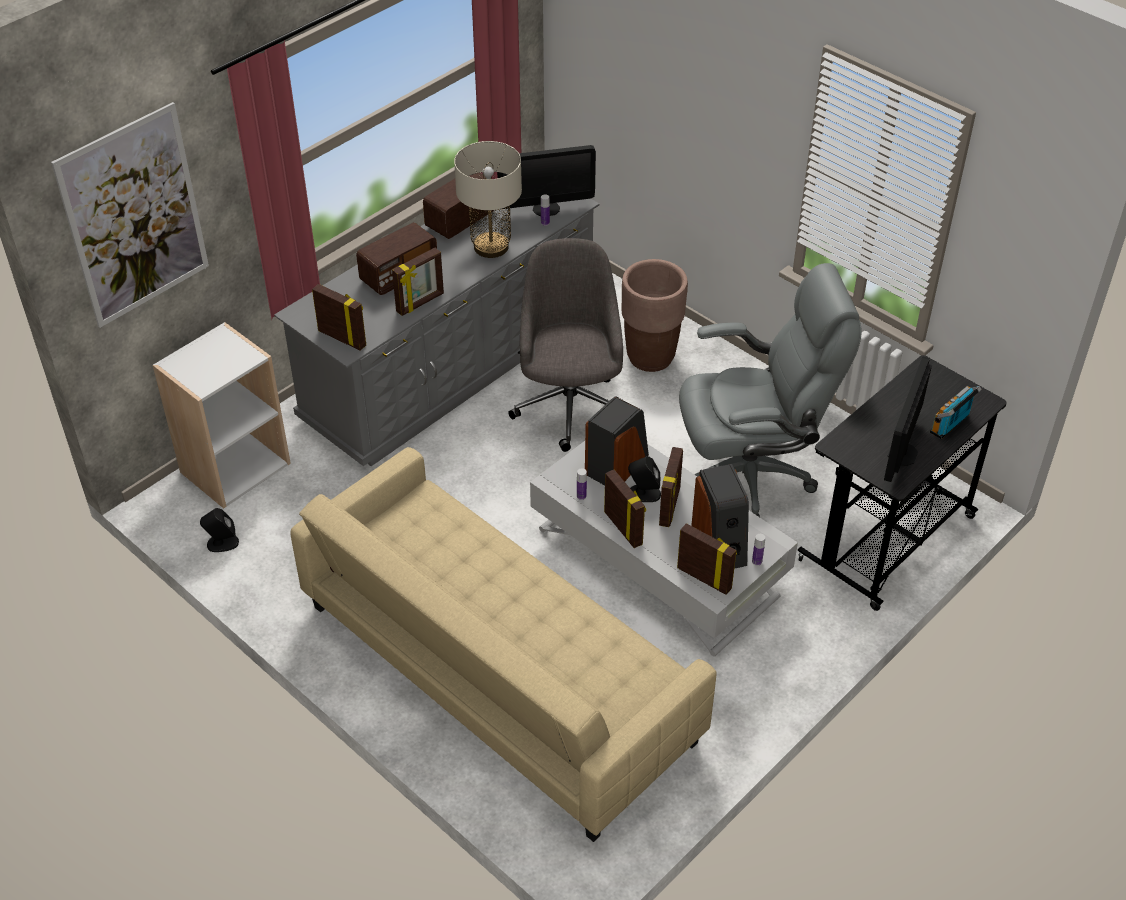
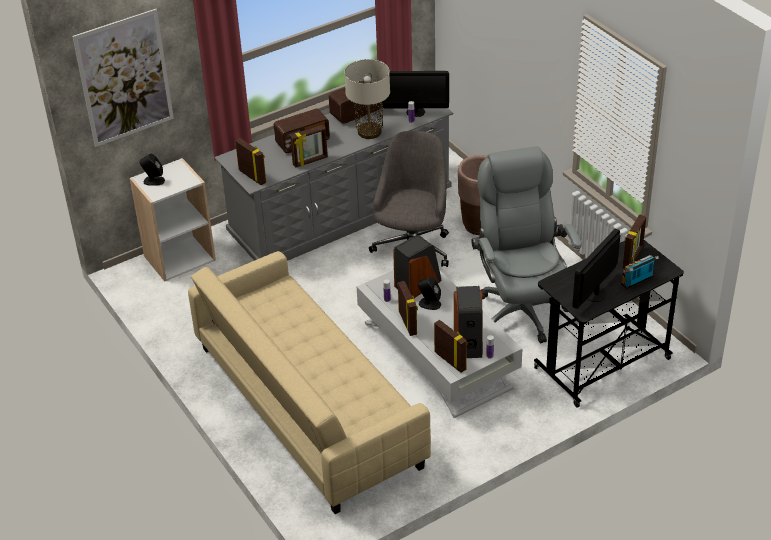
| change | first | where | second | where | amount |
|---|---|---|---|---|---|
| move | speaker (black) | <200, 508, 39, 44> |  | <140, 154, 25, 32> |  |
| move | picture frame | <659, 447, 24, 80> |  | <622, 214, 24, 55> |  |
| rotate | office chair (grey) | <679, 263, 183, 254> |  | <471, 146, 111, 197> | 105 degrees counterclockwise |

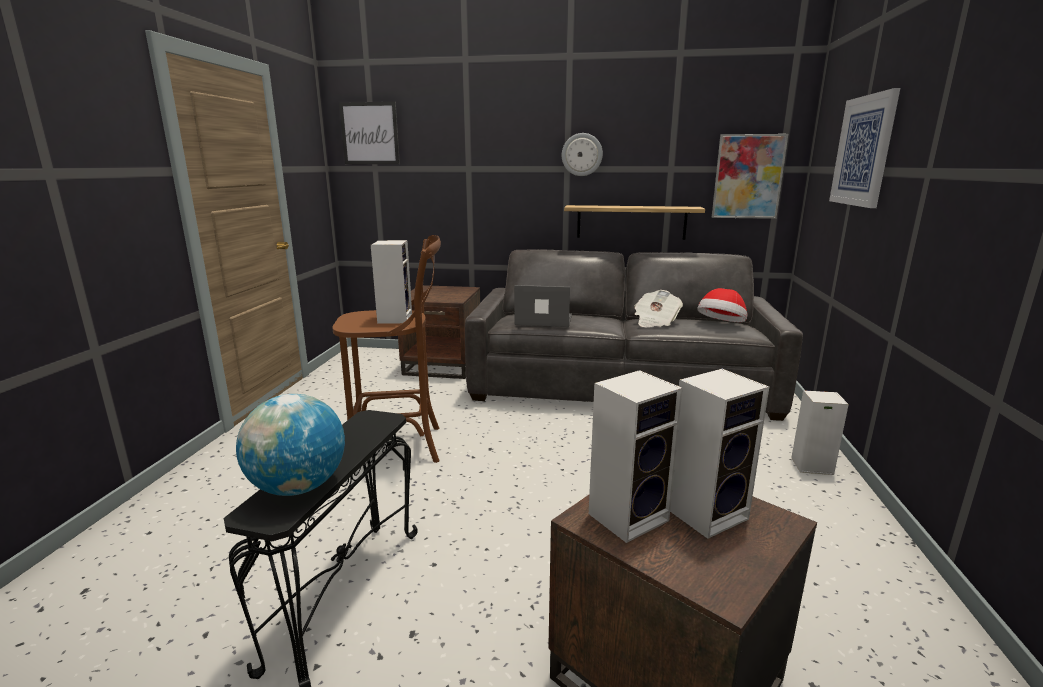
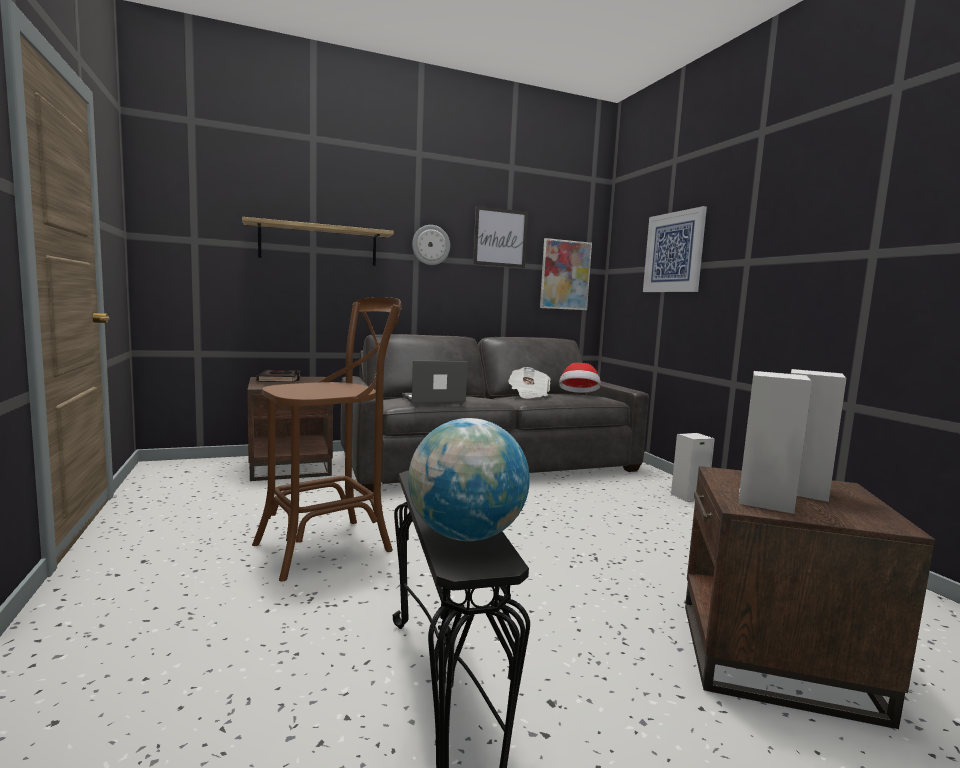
| change | first | where | second | where | amount |
|---|---|---|---|---|---|
| delete | speaker | <371, 240, 41, 84> |  |  |  |
| insert |  |  | book (black) | <256, 370, 45, 13> |  |
| move | picture | <339, 102, 61, 62> |  | <473, 206, 55, 62> |  |
| move | shelf | <564, 205, 141, 35> |  | <242, 217, 152, 49> |  |

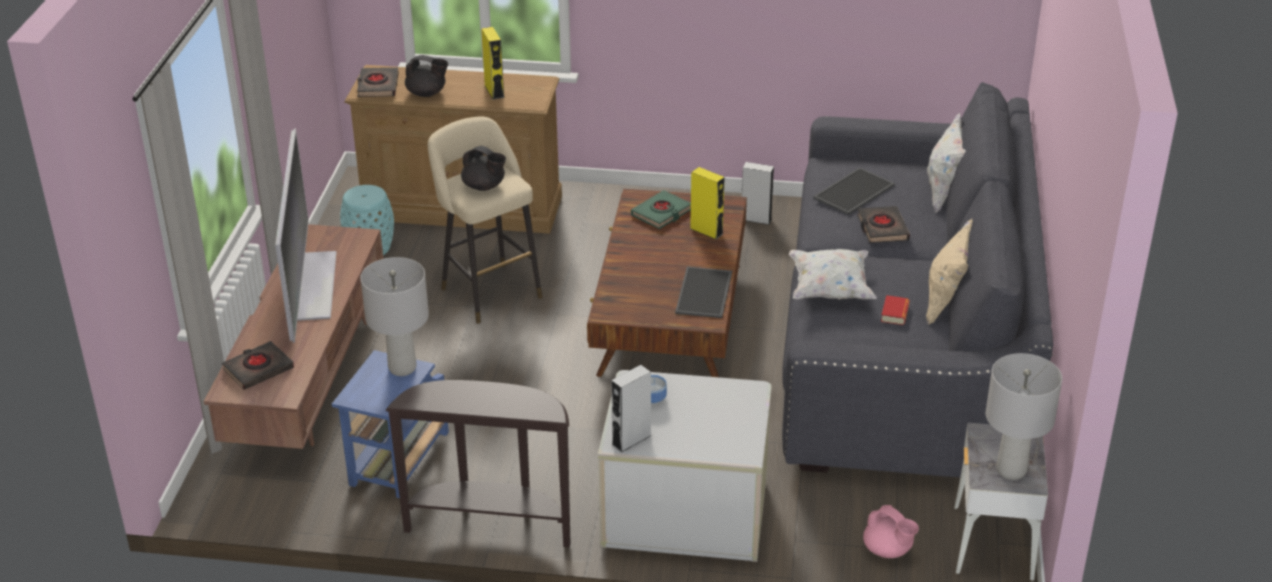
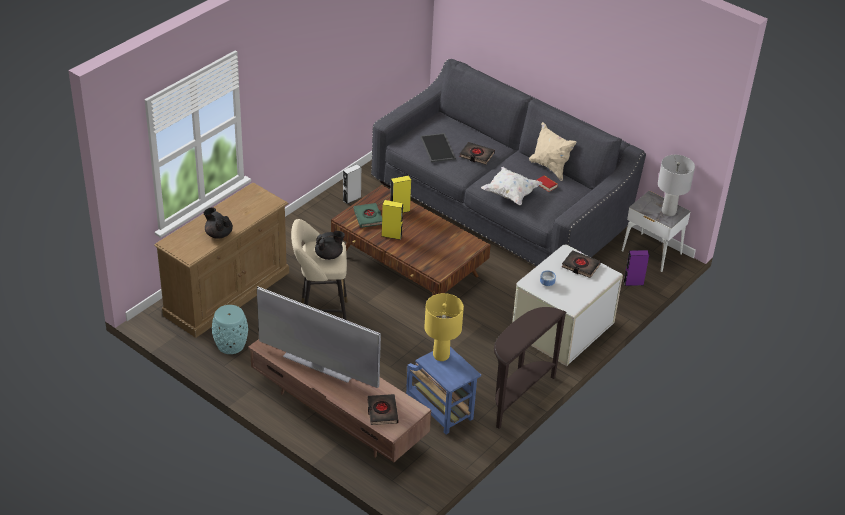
| change | first | where | second | where | amount |
|---|---|---|---|---|---|
| delete | speaker (grey) | <611, 365, 41, 87> |  |  |  |
| delete | tray | <675, 267, 57, 51> |  |  |  |
| delete | pillow (white) | <927, 113, 39, 100> |  |  |  |
| move | book (black) | <357, 68, 42, 29> |  | <562, 250, 39, 28> |  |
| move | speaker (yellow) | <481, 27, 24, 72> |  | <381, 200, 22, 40> |  |
| replace | teapot (pink) | <863, 505, 56, 53> | speaker (purple) | <624, 250, 25, 36> |  |
| recolor | table lamp (grey) | <360, 257, 69, 119> | table lamp (yellow) | <424, 293, 40, 68> |  |
| rotate | teapot (black) | <405, 55, 43, 42> |  | <204, 207, 29, 32> | 90 degrees counterclockwise |

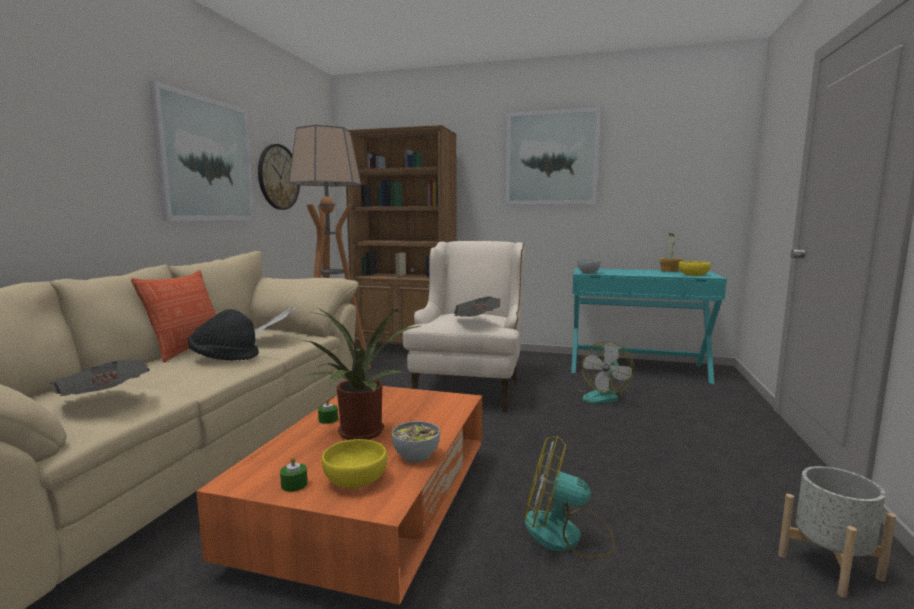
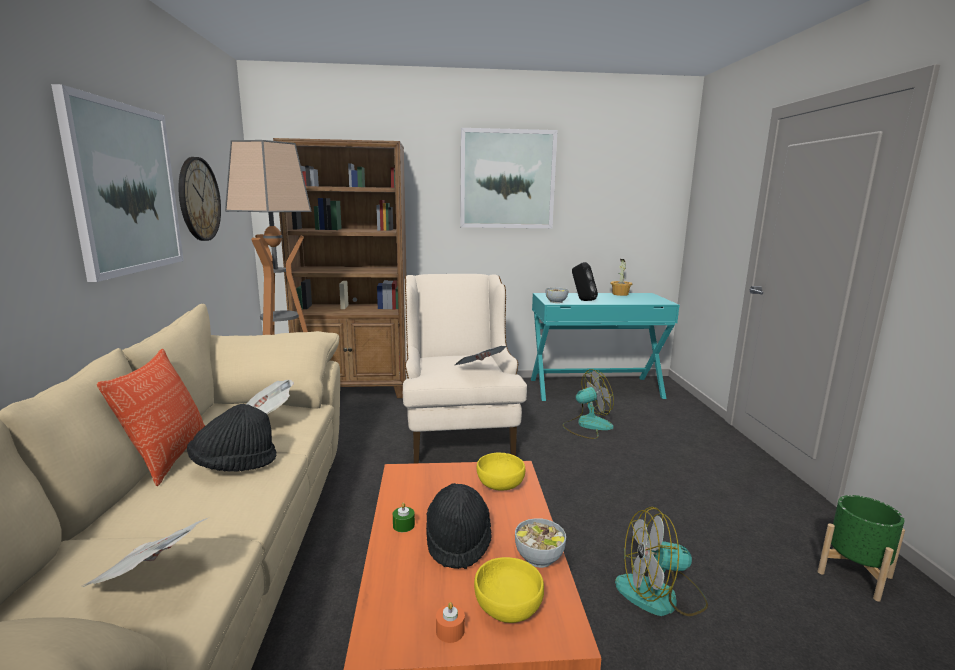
| change | first | where | second | where | amount |
|---|---|---|---|---|---|
| insert |  |  | speaker (black) | <572, 262, 26, 39> |  |
| move | bowl (yellow) | <679, 261, 32, 15> |  | <477, 453, 48, 38> |  |
| replace | potted plant | <303, 308, 117, 132> | hat (black) | <426, 483, 66, 86> |  |
| recolor | candle (green) | <280, 457, 27, 35> | candle (orange) | <436, 602, 29, 41> |  |
| recolor | planter (grey) | <778, 466, 118, 132> | planter (green) | <817, 495, 88, 107> |  |
| rotate | fan | <577, 341, 57, 62> |  | <563, 369, 51, 70> | 120 degrees counterclockwise |

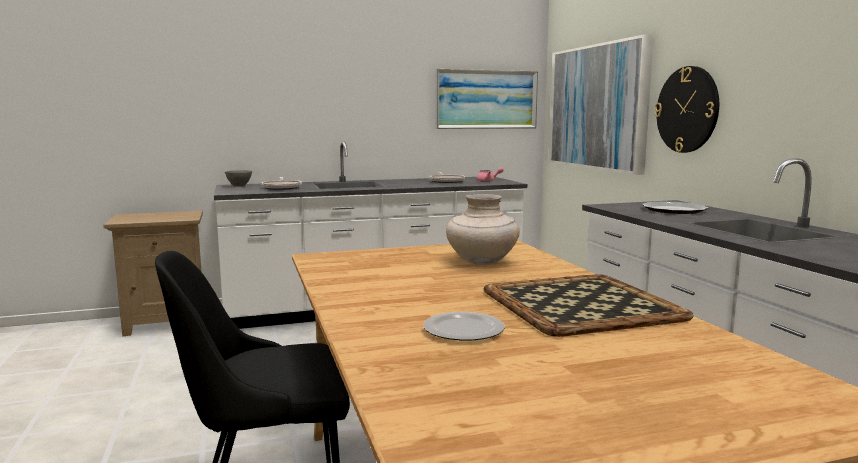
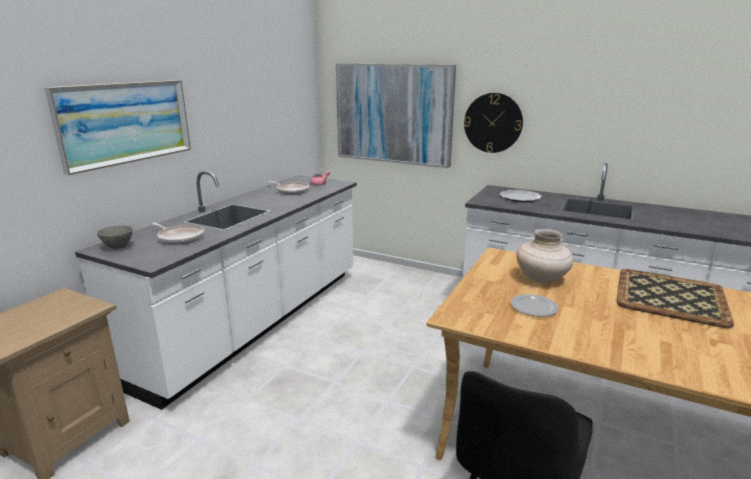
| change | first | where | second | where | amount |
|---|---|---|---|---|---|
| move | plate | <423, 312, 82, 29> |  | <511, 294, 48, 23> |  |
| move | picture | <435, 69, 103, 60> |  | <44, 80, 147, 95> |  |

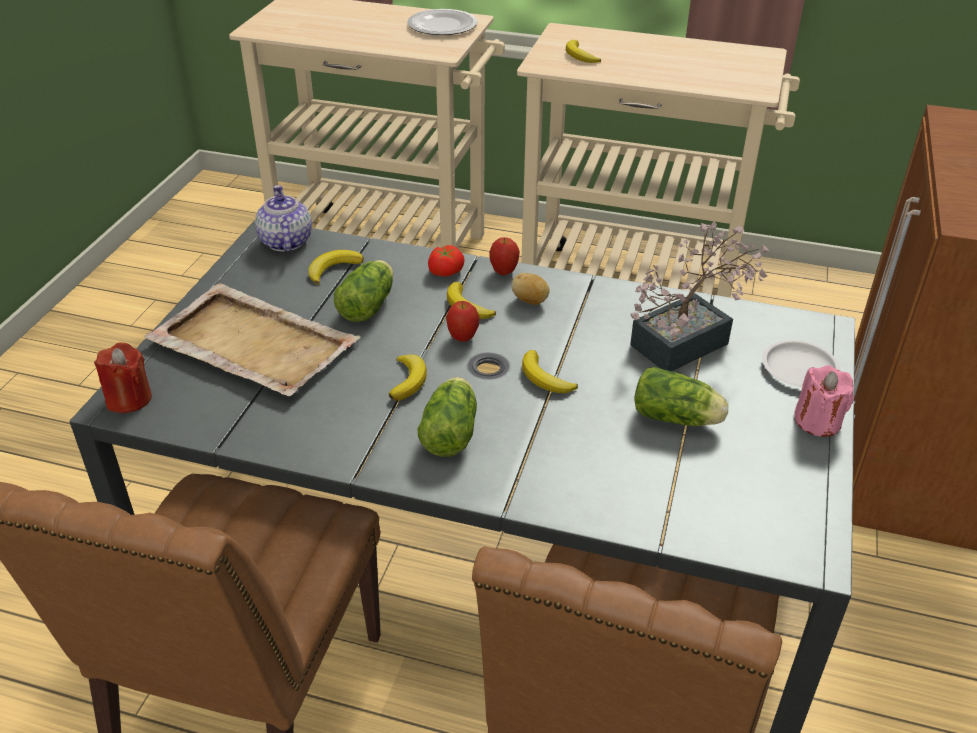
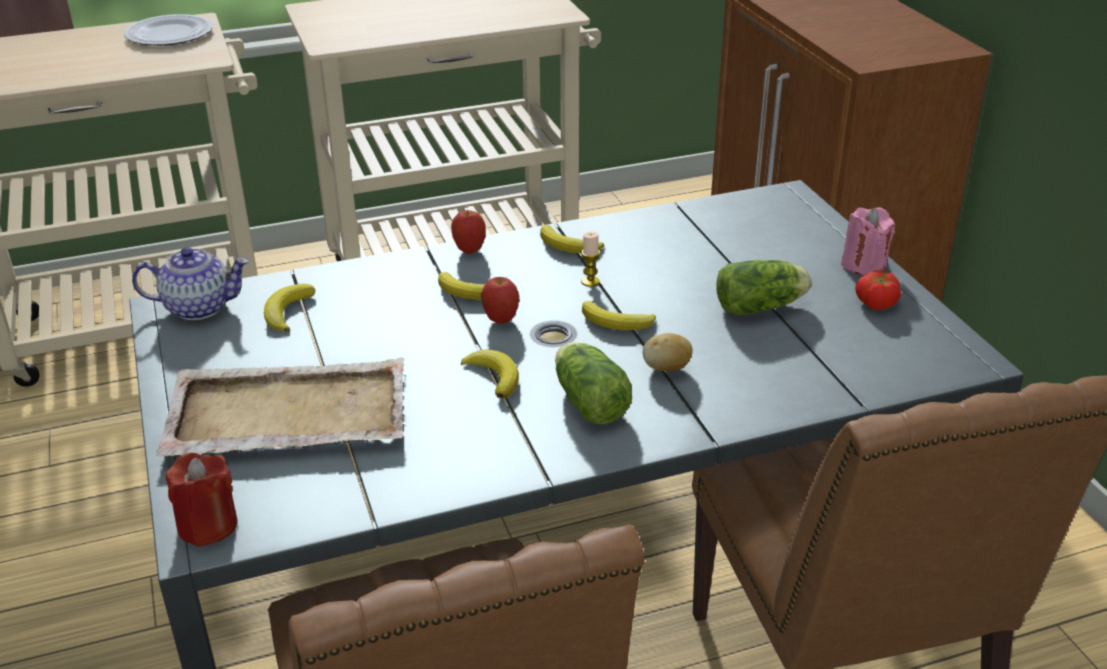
| change | first | where | second | where | amount |
|---|---|---|---|---|---|
| delete | lettuce | <334, 260, 59, 62> |  |  |  |
| delete | potted plant | <630, 222, 139, 149> |  |  |  |
| delete | plate (white) | <762, 340, 78, 47> |  |  |  |
| insert |  |  | candle | <581, 232, 19, 55> |  |
| move | tomato | <428, 245, 37, 32> |  | <855, 270, 46, 40> |  |
| move | potato | <512, 273, 38, 32> |  | <643, 333, 50, 38> |  |
| move | banana | <566, 40, 35, 23> |  | <540, 225, 64, 28> |  |
| rotate | teapot | <255, 185, 57, 67> |  | <132, 247, 118, 73> | 135 degrees clockwise |

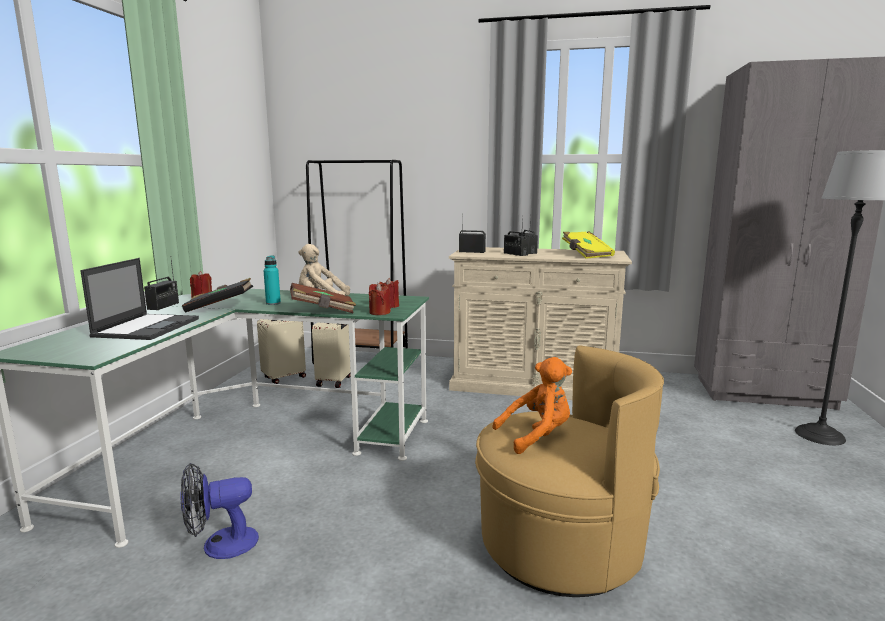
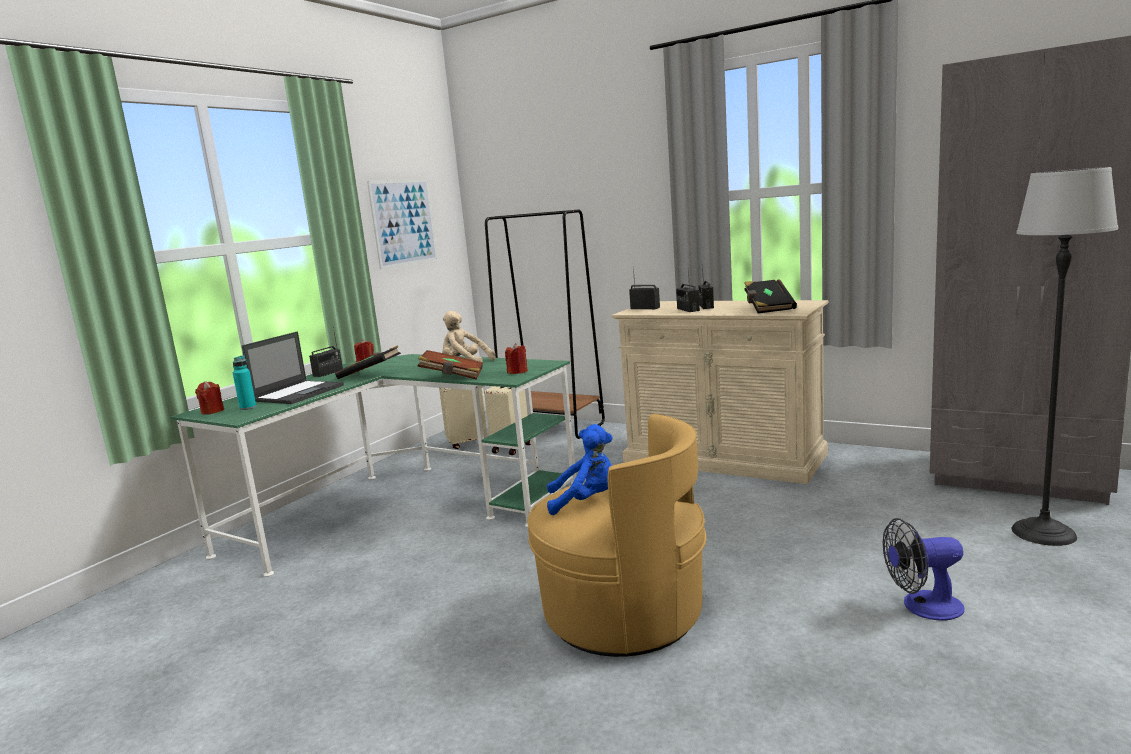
| change | first | where | second | where | amount |
|---|---|---|---|---|---|
| insert |  |  | picture | <367, 179, 71, 90> |  |
| move | fan | <180, 463, 79, 96> |  | <883, 518, 82, 103> |  |
| move | bottle (turquoise) | <263, 255, 18, 50> |  | <233, 355, 23, 55> |  |
| move | candle (red) | <369, 283, 22, 32> |  | <195, 381, 29, 34> |  |
| recolor | plush toy (orange) | <492, 357, 80, 97> | plush toy (blue) | <547, 424, 65, 91> |  |
| recolor | book (yellow) | <562, 232, 53, 27> | book (black) | <744, 279, 53, 34> |  |

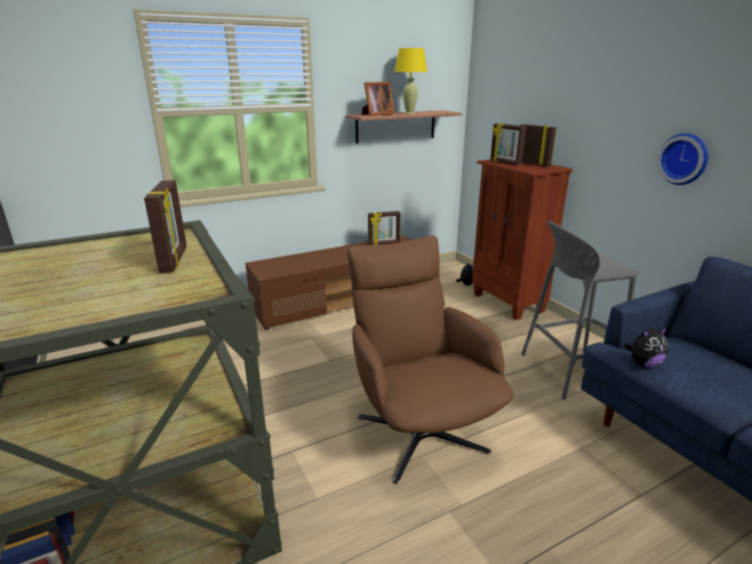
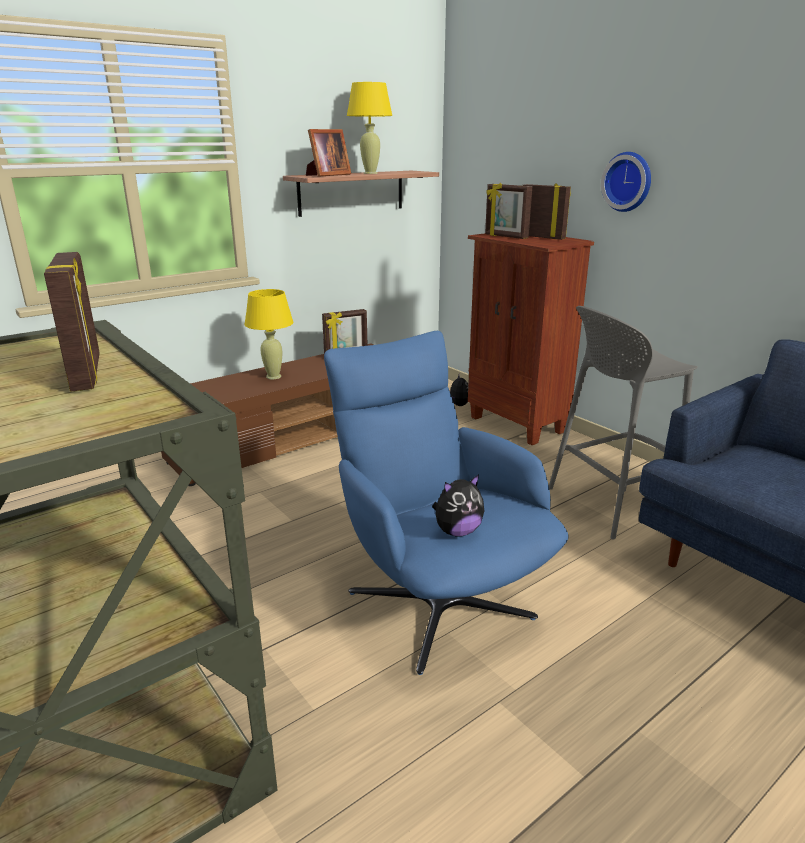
| change | first | where | second | where | amount |
|---|---|---|---|---|---|
| insert |  |  | table lamp (yellow) | <245, 289, 48, 90> |  |
| move | plush toy | <624, 326, 44, 42> |  | <432, 474, 52, 63> |  |
| move | wall clock | <657, 133, 51, 52> |  | <601, 152, 50, 60> |  |
| recolor | armchair (brown) | <347, 236, 167, 248> | armchair (blue) | <324, 331, 244, 344> |  |

